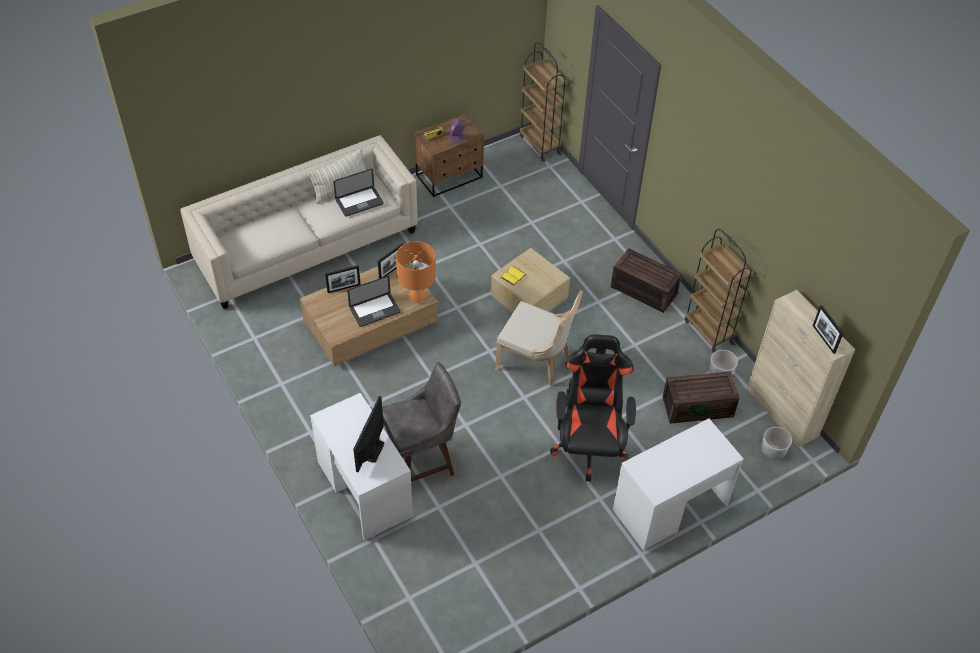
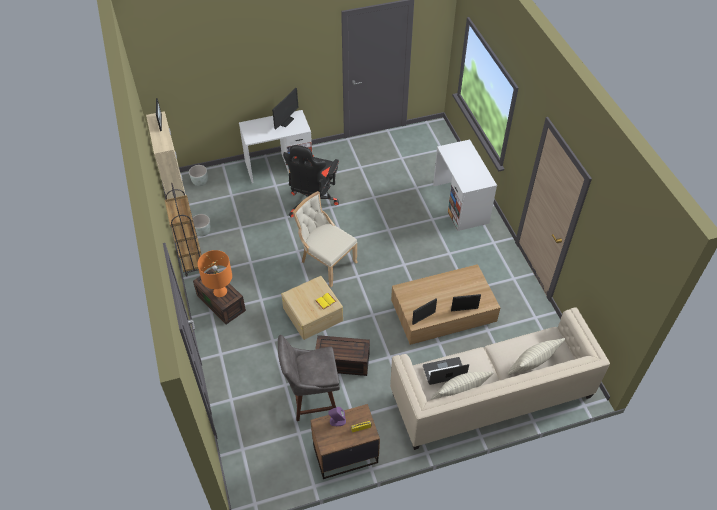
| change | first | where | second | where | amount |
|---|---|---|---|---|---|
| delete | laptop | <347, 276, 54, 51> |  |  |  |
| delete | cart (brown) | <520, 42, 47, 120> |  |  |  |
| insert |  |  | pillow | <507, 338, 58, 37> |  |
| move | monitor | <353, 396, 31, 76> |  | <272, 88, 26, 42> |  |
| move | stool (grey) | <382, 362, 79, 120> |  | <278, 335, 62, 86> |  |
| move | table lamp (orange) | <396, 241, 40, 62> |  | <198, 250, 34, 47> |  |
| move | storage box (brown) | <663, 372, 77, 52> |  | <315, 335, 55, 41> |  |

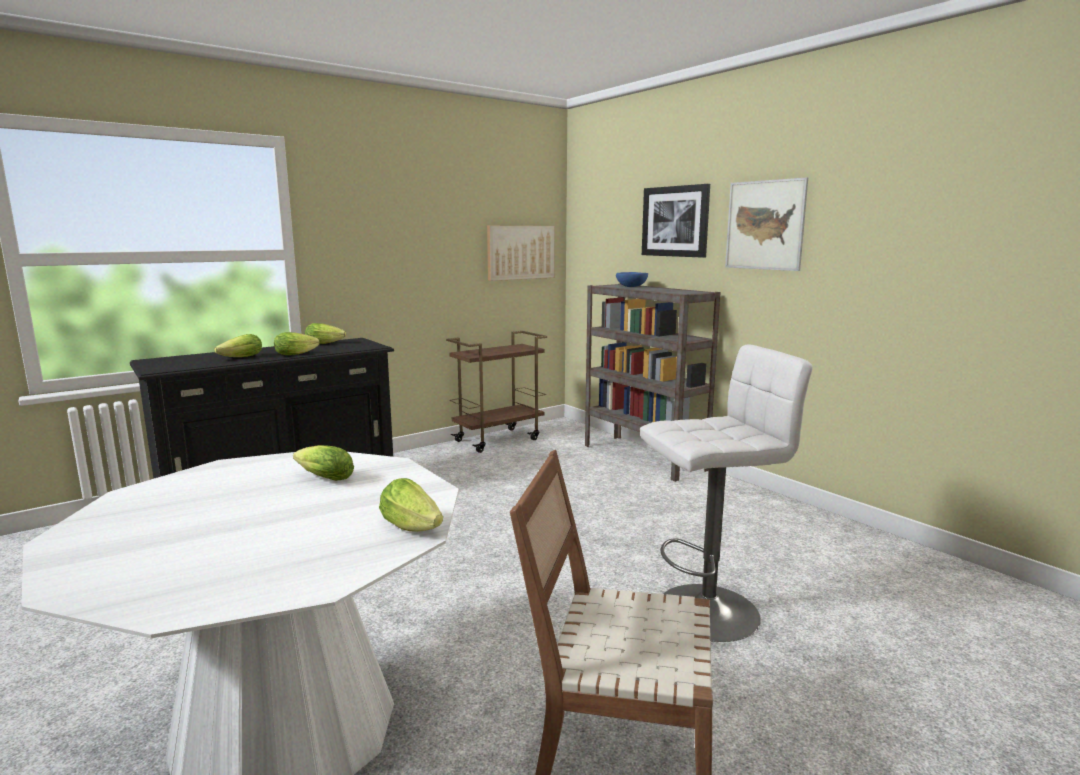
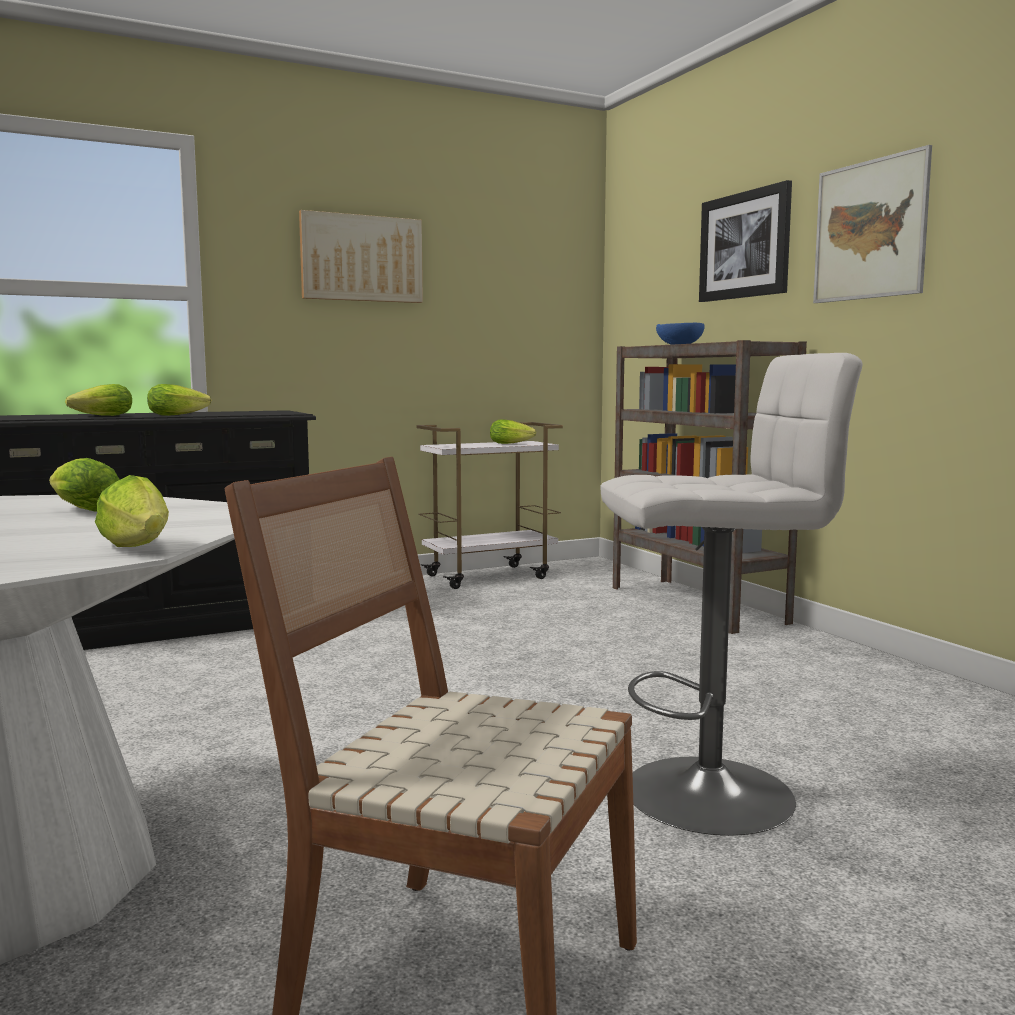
| change | first | where | second | where | amount |
|---|---|---|---|---|---|
| move | lettuce | <305, 323, 41, 21> |  | <490, 420, 46, 24> |  |
| move | picture | <487, 226, 68, 55> |  | <299, 210, 124, 93> |  |
| recolor | cart (brown) | <446, 331, 101, 122> | cart (white) | <417, 422, 146, 167> |  |

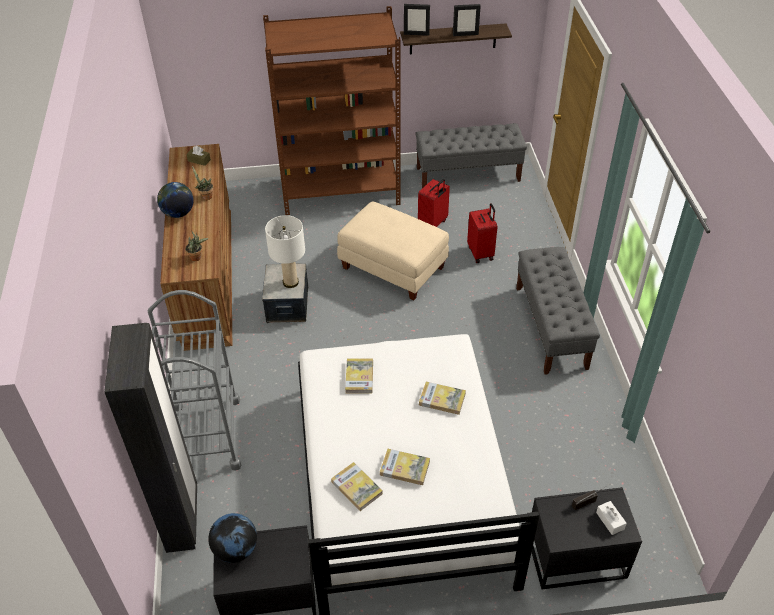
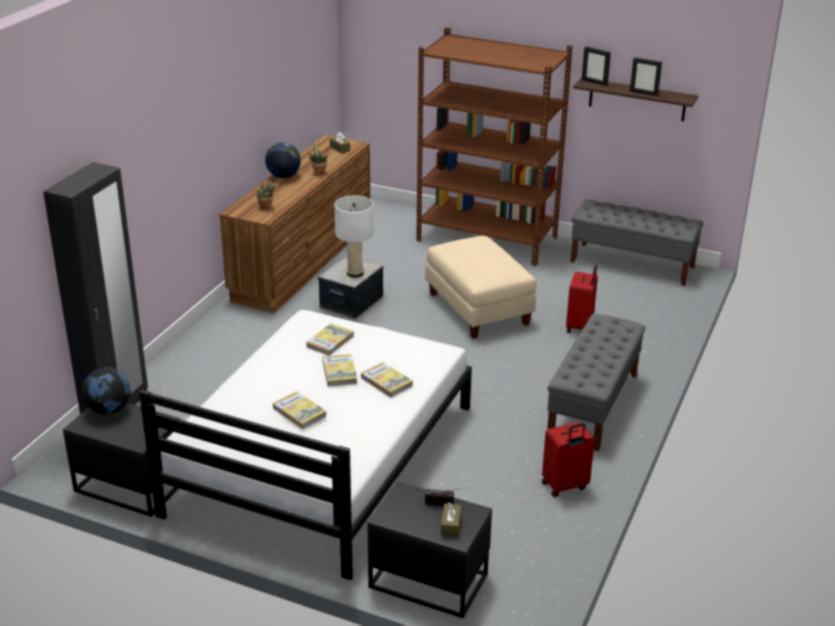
| change | first | where | second | where | amount |
|---|---|---|---|---|---|
| delete | cart (grey) | <148, 290, 93, 181> |  |  |  |
| move | book | <331, 462, 52, 49> |  | <322, 354, 35, 32> |  |
| move | suitcase (red) | <418, 179, 32, 48> |  | <542, 422, 53, 75> |  |
| recolor | tissue box (white) | <596, 501, 31, 34> | tissue box (brown) | <441, 503, 20, 34> |  |

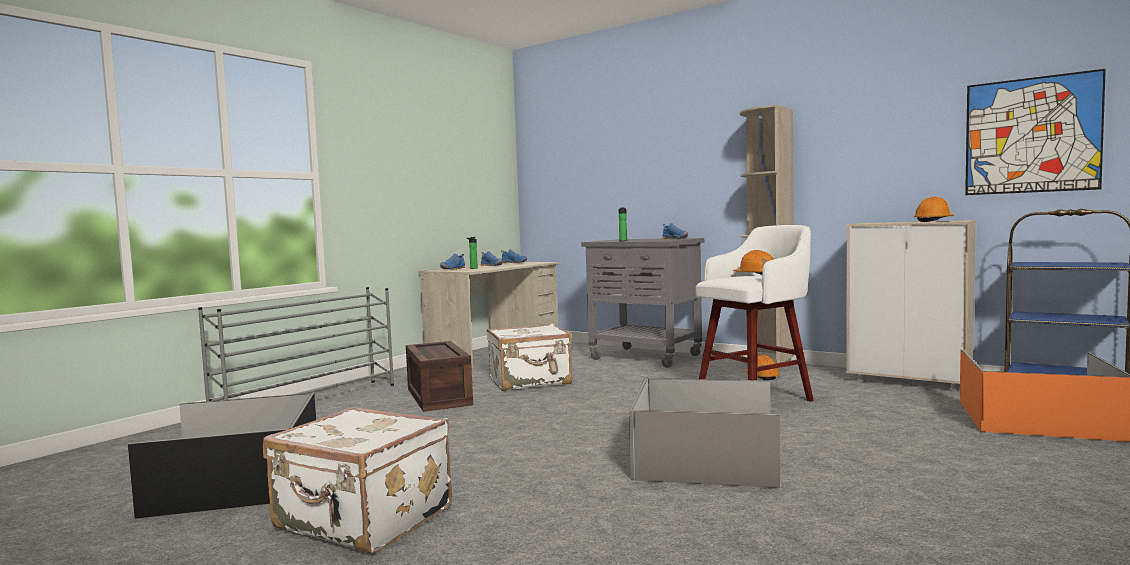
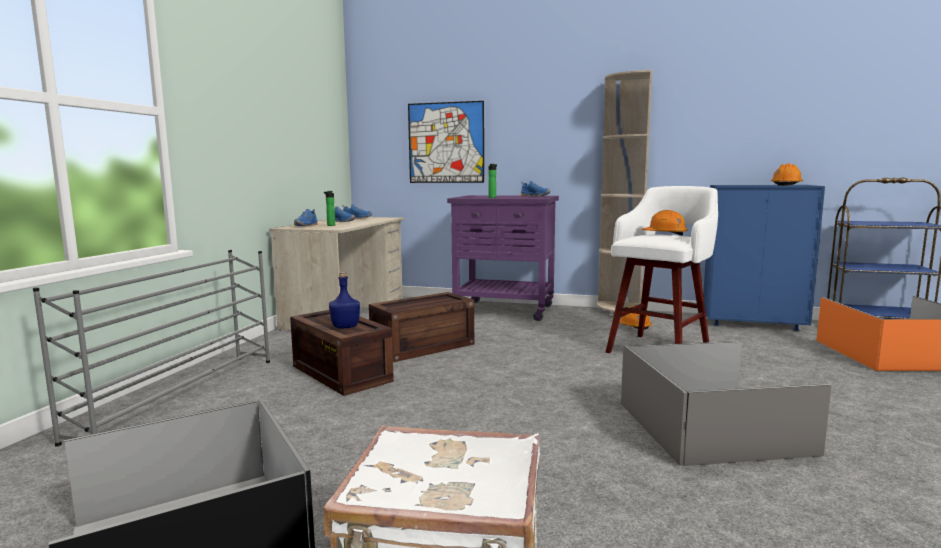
| change | first | where | second | where | amount |
|---|---|---|---|---|---|
| insert |  |  | bottle (blue) | <329, 272, 31, 56> |  |
| move | picture | <965, 69, 141, 126> |  | <408, 101, 76, 82> |  |
| replace | suitcase (white) | <487, 324, 85, 67> | crate | <369, 292, 105, 70> |  |
| recolor | cart (grey) | <581, 238, 123, 130> | cart (purple) | <447, 195, 112, 126> |  |
| recolor | cabinet (beige) | <846, 220, 130, 171> | cabinet (blue) | <703, 185, 122, 146> |  |

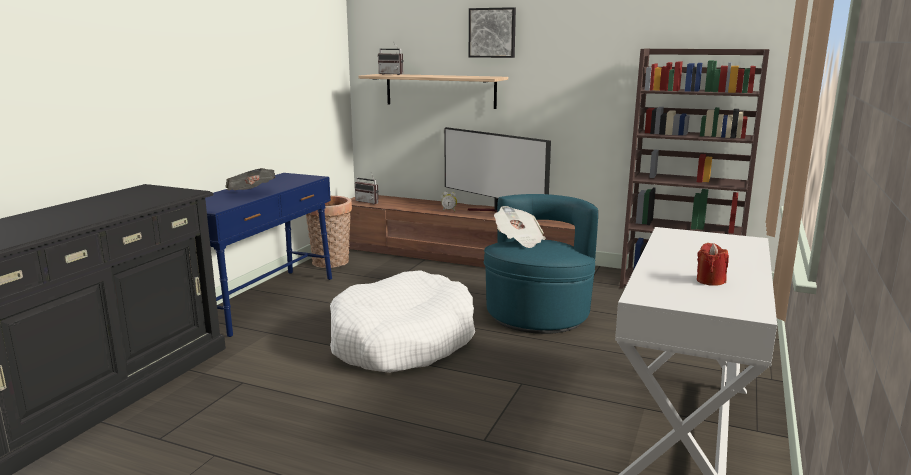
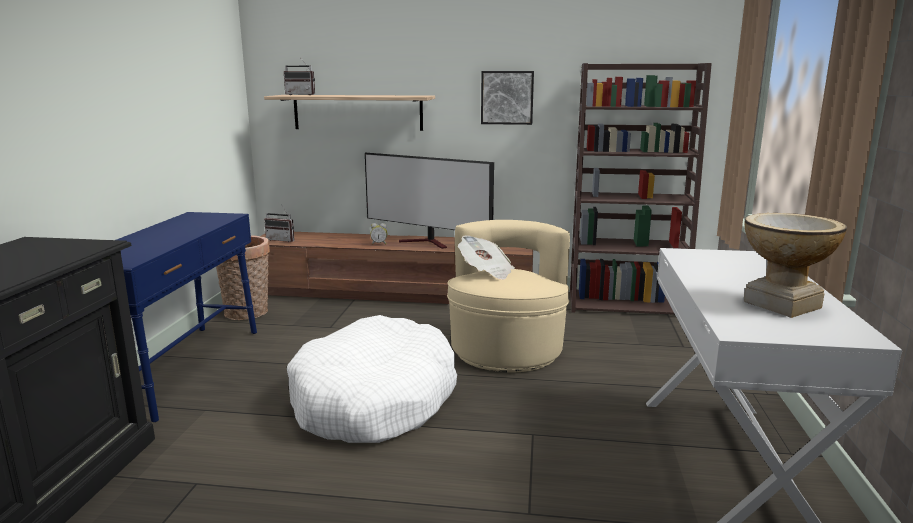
| change | first | where | second | where | amount |
|---|---|---|---|---|---|
| delete | newspaper | <226, 168, 49, 22> |  |  |  |
| move | picture | <469, 7, 47, 51> |  | <481, 71, 53, 54> |  |
| replace | candle (red) | <697, 243, 32, 43> | vase | <744, 213, 103, 105> |  |
| recolor | armchair (turquoise) | <484, 194, 114, 140> | armchair (beige) | <447, 220, 123, 152> |  |

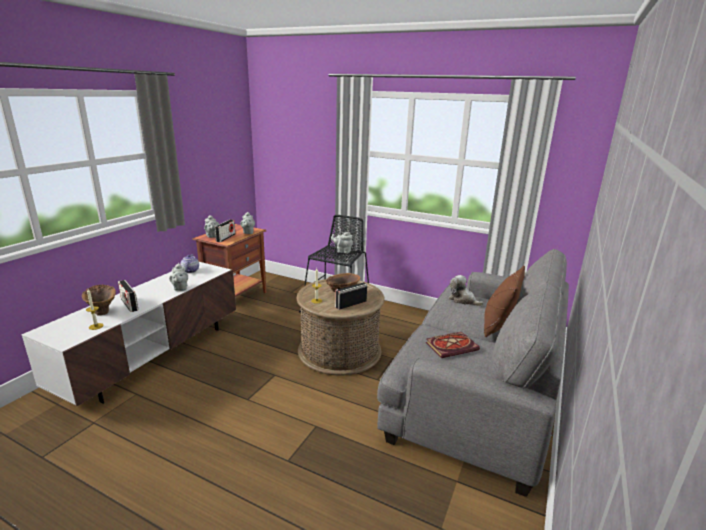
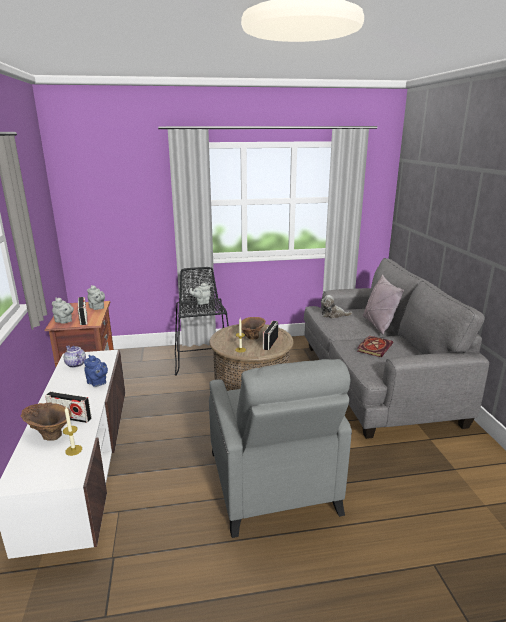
| change | first | where | second | where | amount |
|---|---|---|---|---|---|
| insert |  |  | armchair (grey) | <209, 359, 143, 179> |  |
| recolor | teapot (grey) | <169, 263, 19, 28> | teapot (blue) | <84, 355, 24, 32> |  |
| recolor | pillow (brown) | <484, 266, 41, 71> | pillow (purple) | <363, 274, 41, 61> |  |

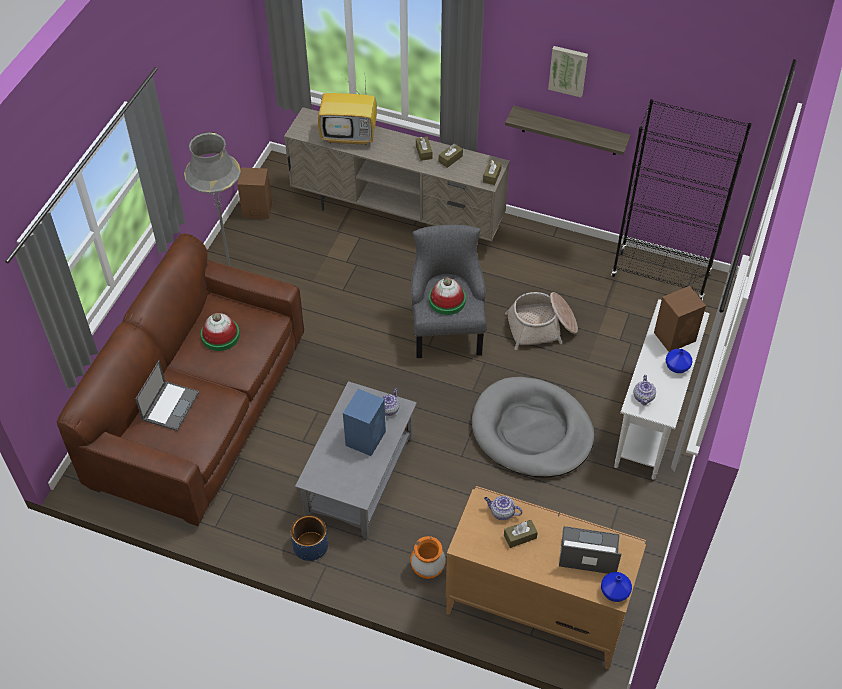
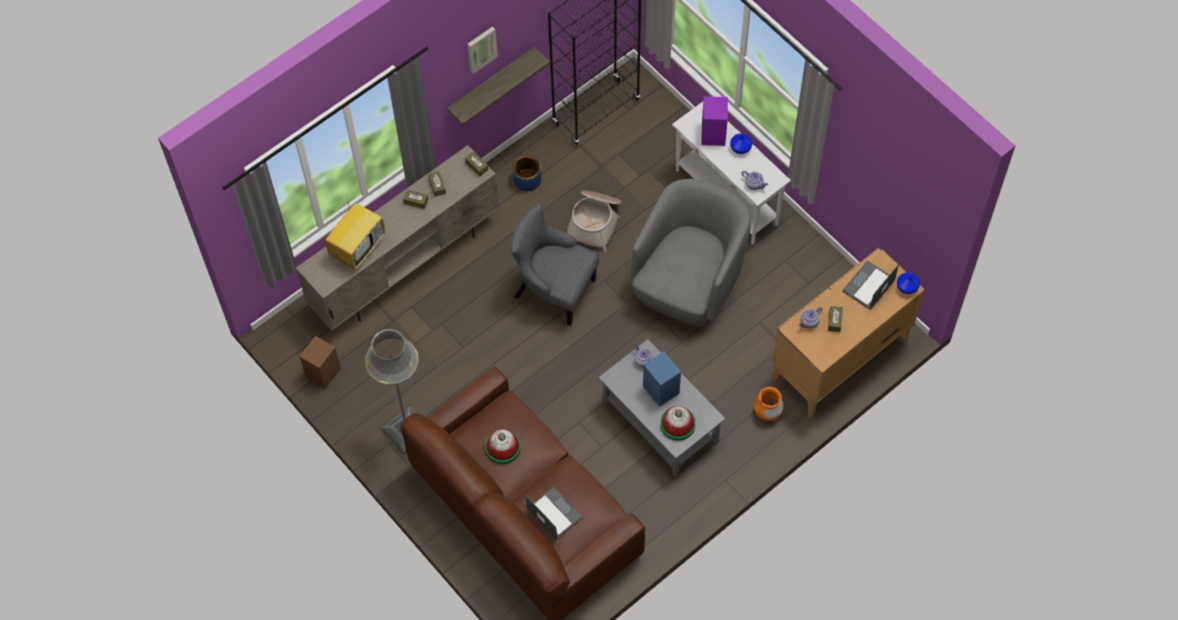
| change | first | where | second | where | amount |
|---|---|---|---|---|---|
| move | planter (blue) | <291, 515, 37, 46> |  | <512, 155, 30, 36> |  |
| move | hat | <429, 278, 37, 37> |  | <660, 406, 36, 35> |  |
| replace | dog bed (grey) | <472, 377, 122, 101> | armchair (grey) | <630, 179, 121, 147> |  |
| recolor | speaker (brown) | <654, 286, 52, 66> | speaker (purple) | <701, 96, 27, 50> |  |

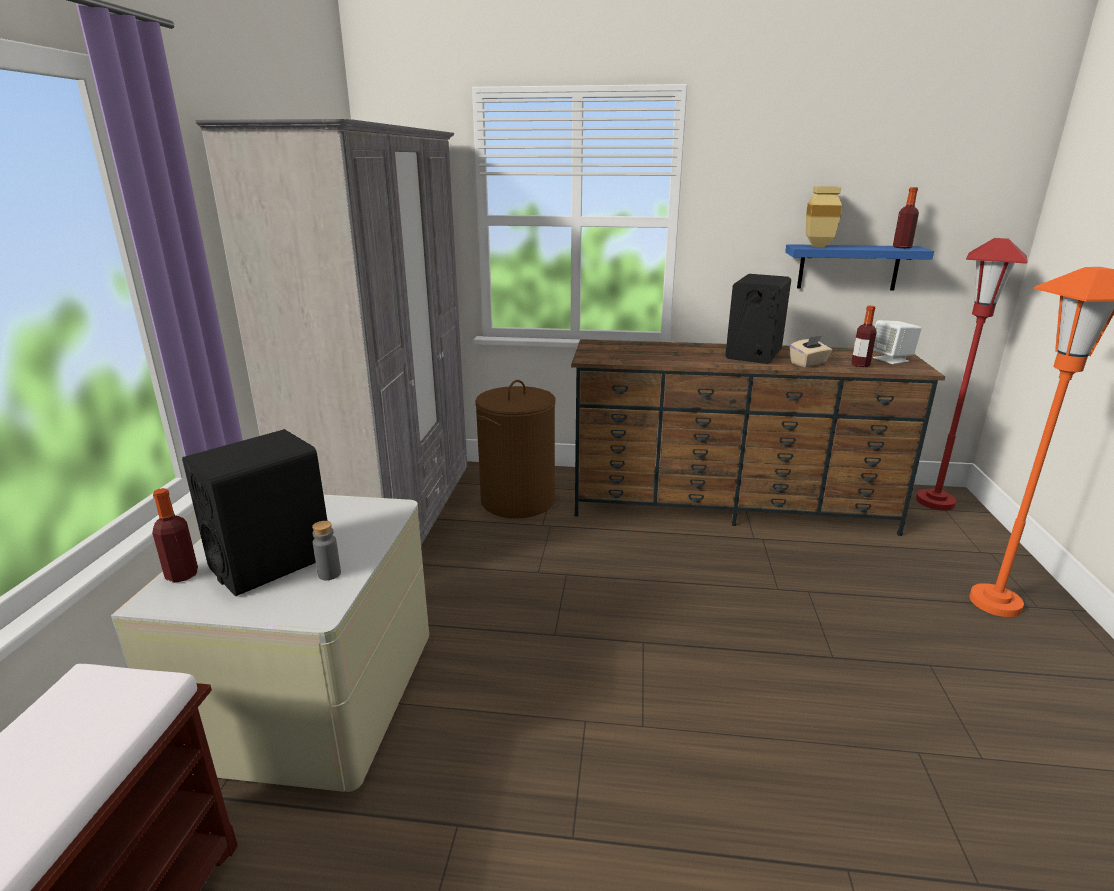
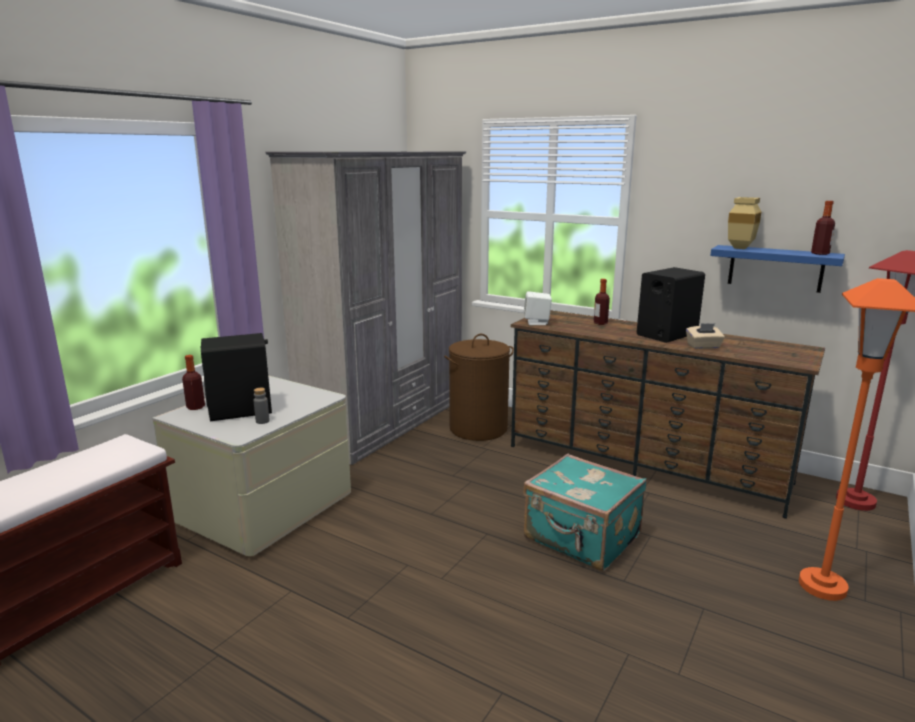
| change | first | where | second | where | amount |
|---|---|---|---|---|---|
| insert |  |  | suitcase (turquoise) | <523, 454, 124, 117> |  |
| move | bottle | <851, 306, 25, 61> |  | <594, 279, 16, 46> |  |
| move | speaker (white) | <873, 320, 49, 44> |  | <524, 291, 28, 34> |  |

